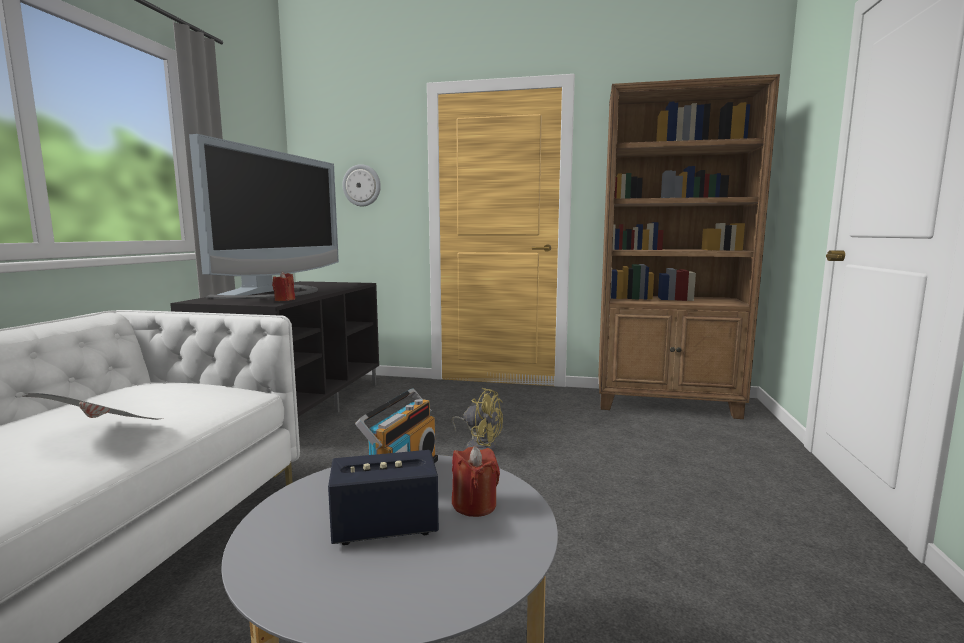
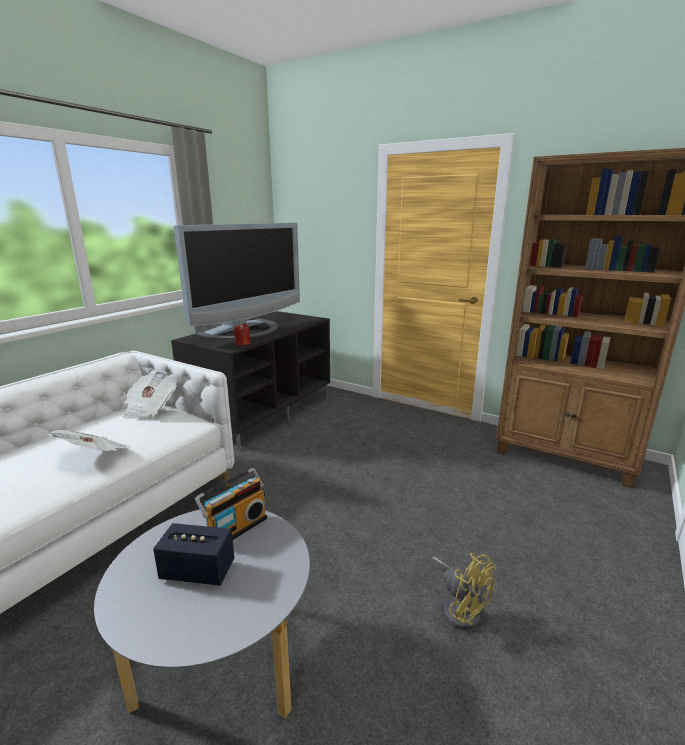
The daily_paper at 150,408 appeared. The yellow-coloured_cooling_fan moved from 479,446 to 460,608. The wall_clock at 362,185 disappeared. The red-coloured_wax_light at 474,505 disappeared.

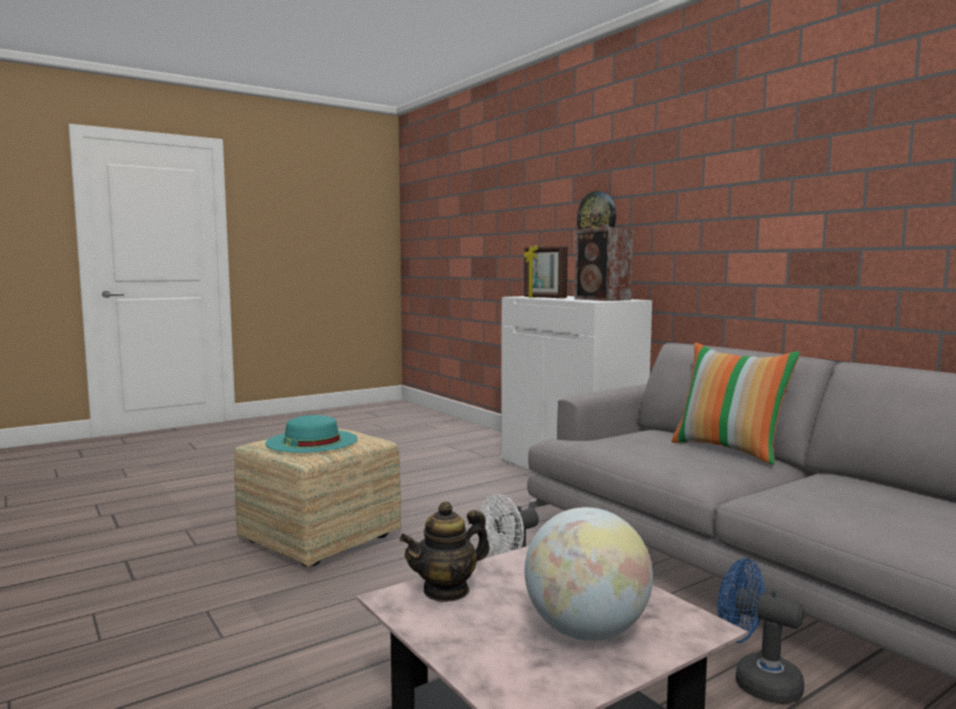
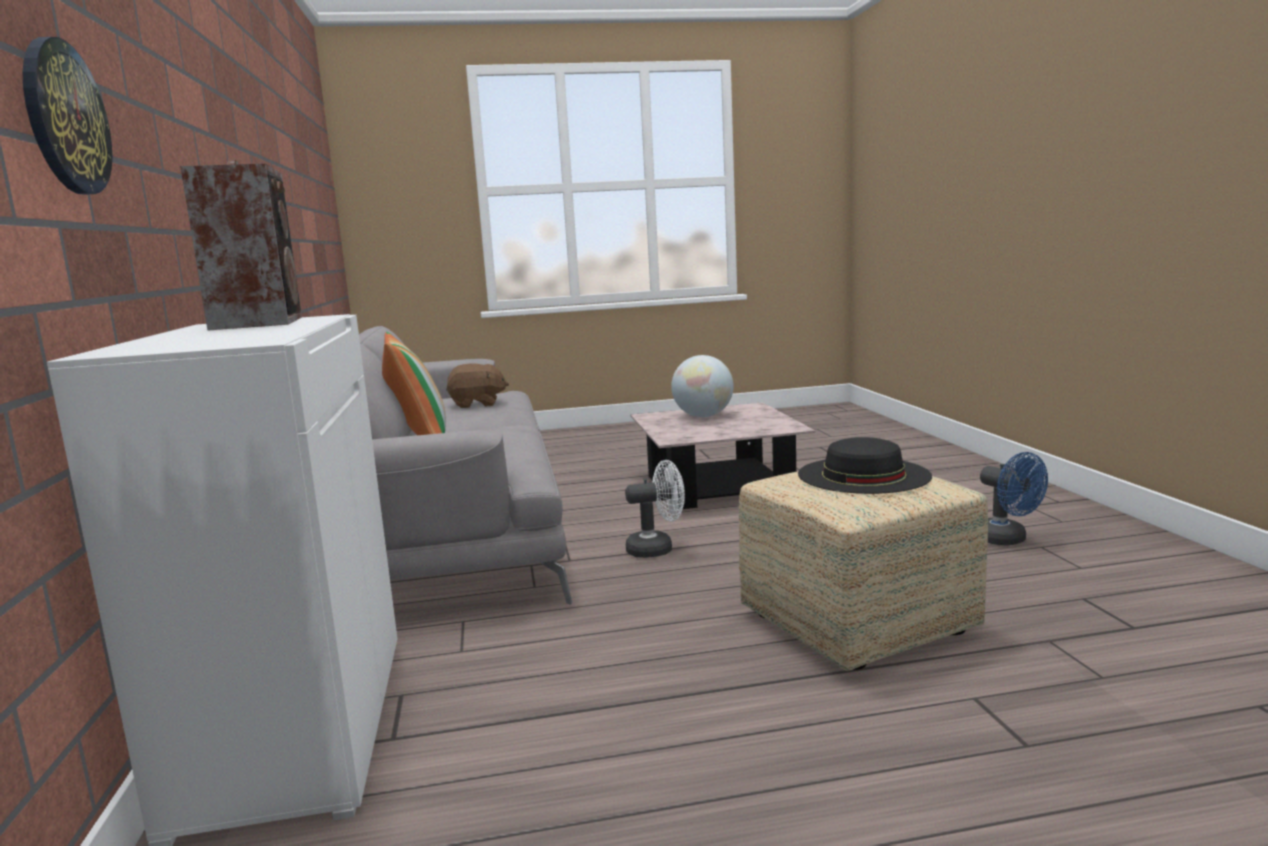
The brown-coloured_plush_toy at 477,404 appeared. The blue-green_wearable_hat at 312,441 became the blackish_wearable_hat at 863,475. The blue-coloured_cooling_fan moved from 756,681 to 1007,540. The teapot at 446,591 disappeared. The picture_frame at 544,298 disappeared.

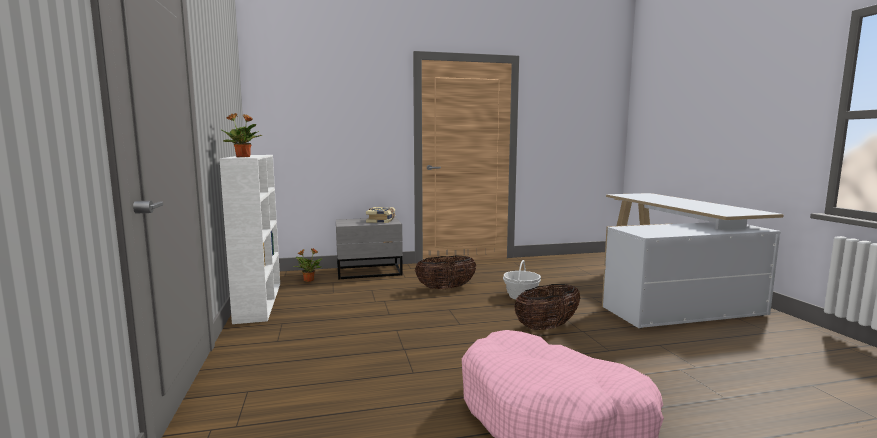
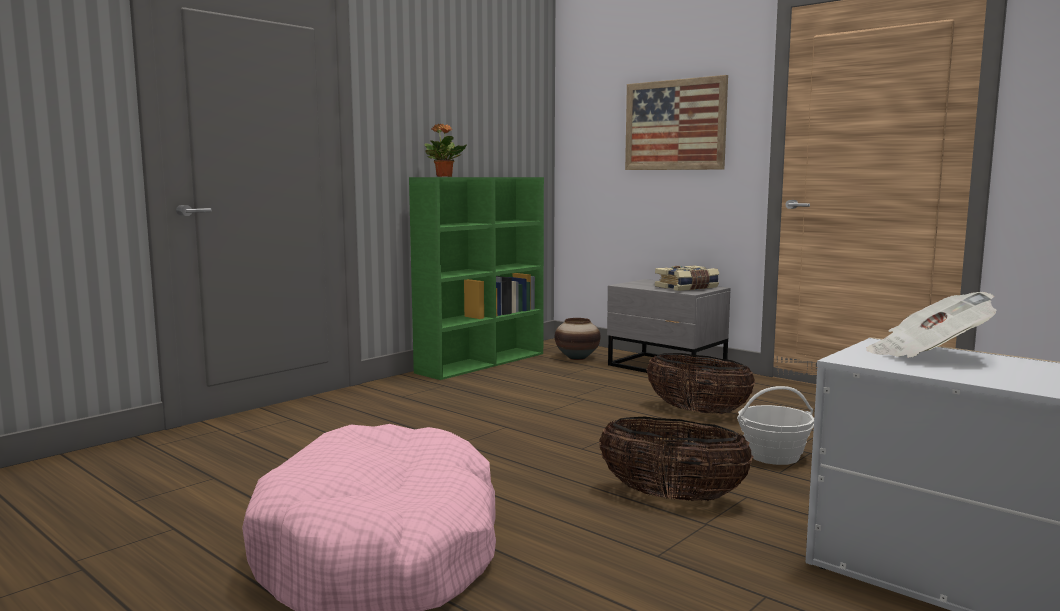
The whitish_bookcase at 259,301 became the green-coloured_bookcase at 482,362. The plant_in_a_pot at 308,280 was replaced by the flower_vase at 577,358. The picture at 674,125 appeared. The daily_paper at 927,354 appeared.

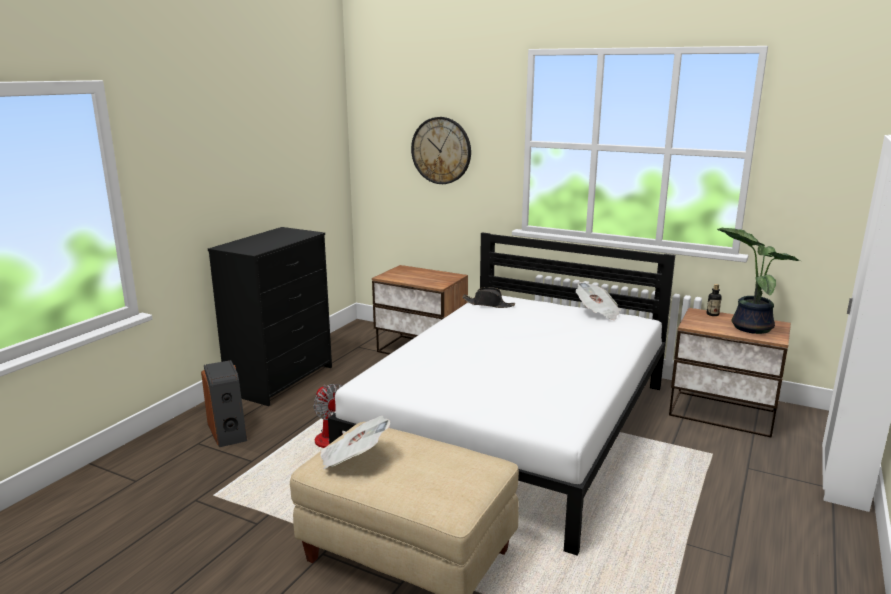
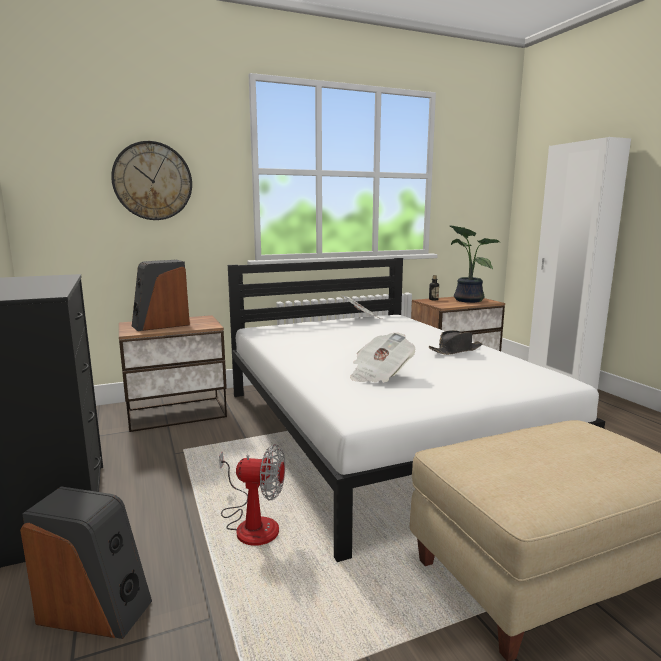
The loudspeaker at 161,325 appeared. The daily_paper moved from 353,459 to 379,375. The blackish_wearable_hat moved from 488,304 to 455,350.

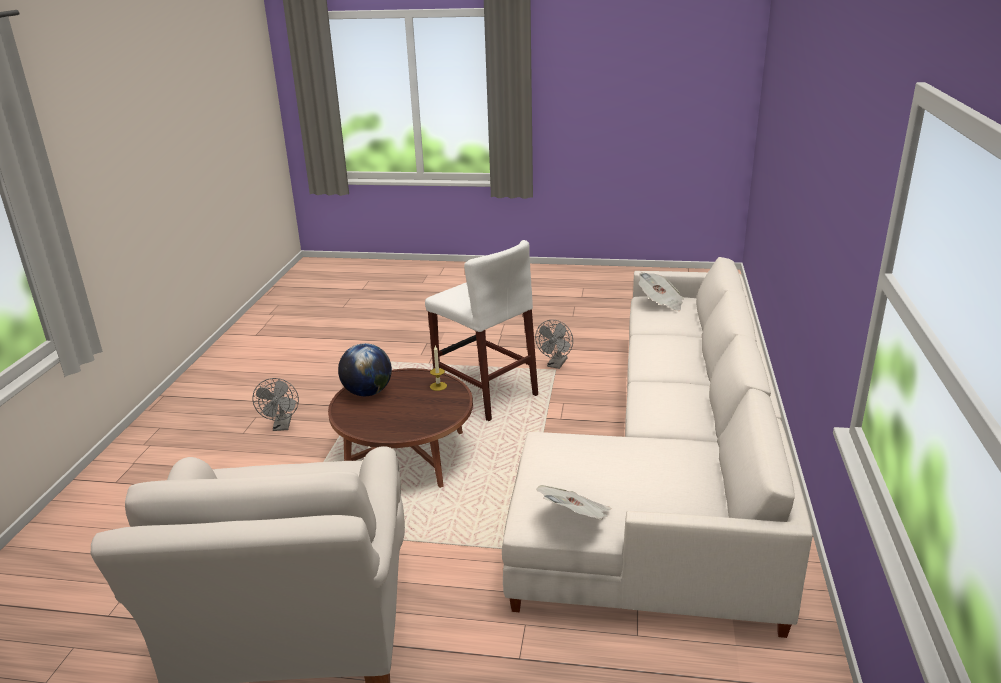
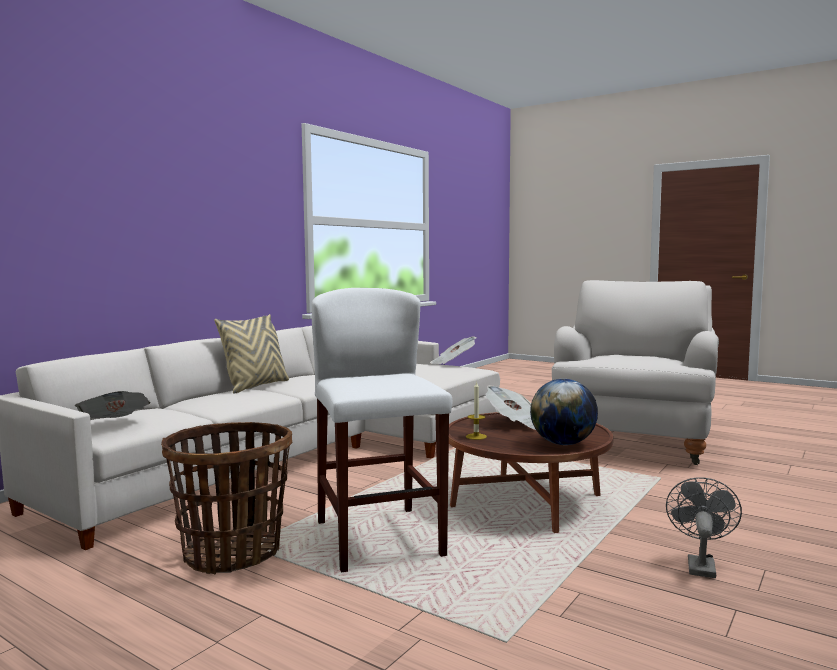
The grey_cooling_fan at 556,365 was replaced by the household_basket at 232,553. The sand-coloured_throw_pillow at 255,386 appeared. The daily_paper at 515,424 appeared.

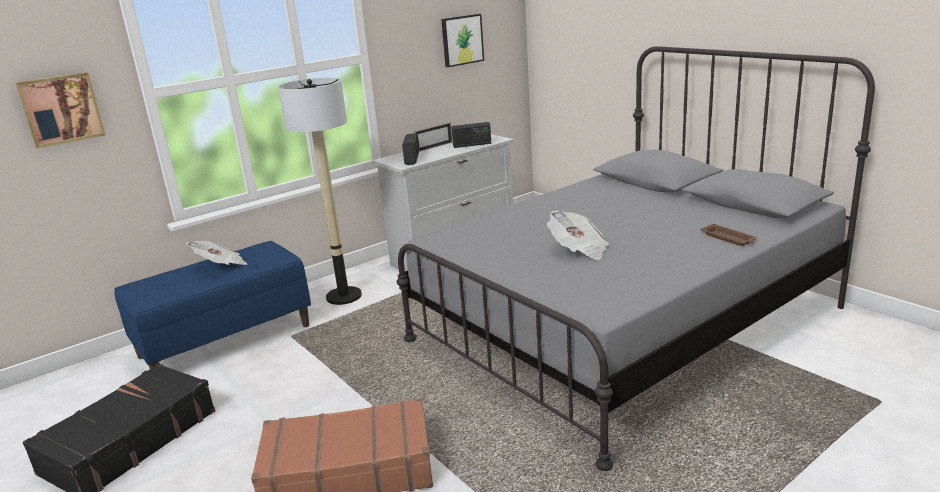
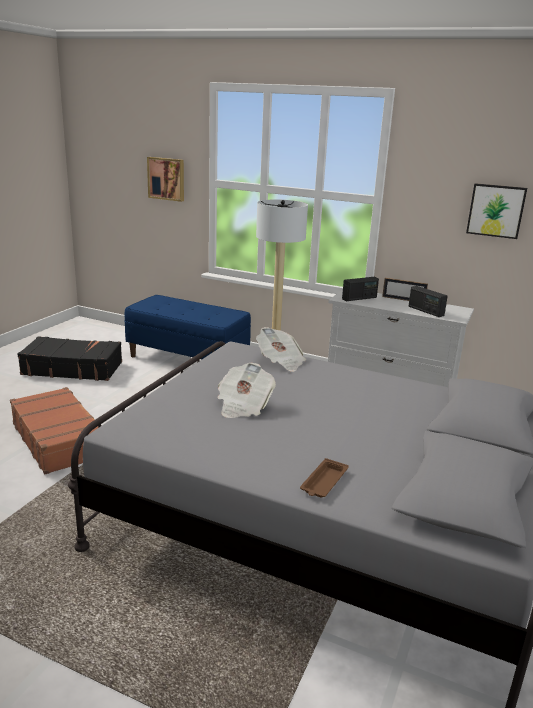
The daily_paper moved from 221,266 to 280,362.

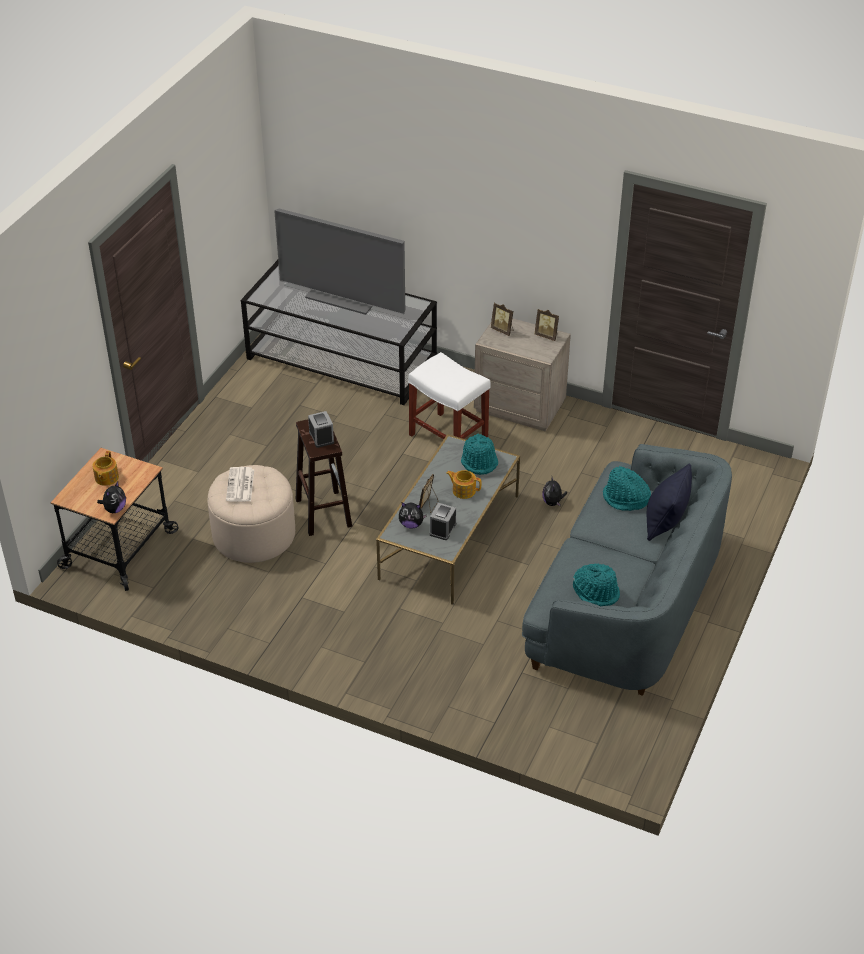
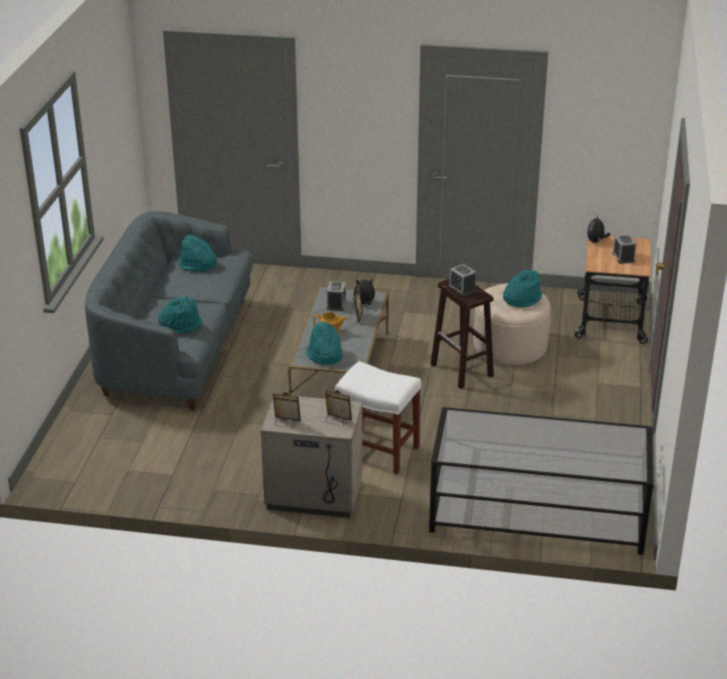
The daily_paper at 240,485 was replaced by the blue-green_wearable_hat at 522,299. The teapot at 106,478 was replaced by the bedside_clock at 623,257. The TV at 343,297 disappeared. The plush_toy at 553,502 disappeared. The blackish_throw_pillow at 665,522 disappeared.

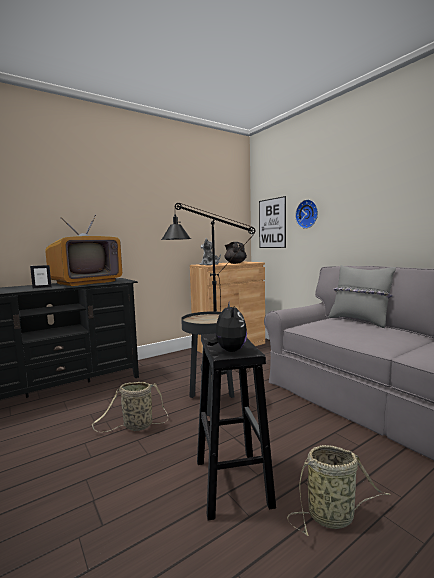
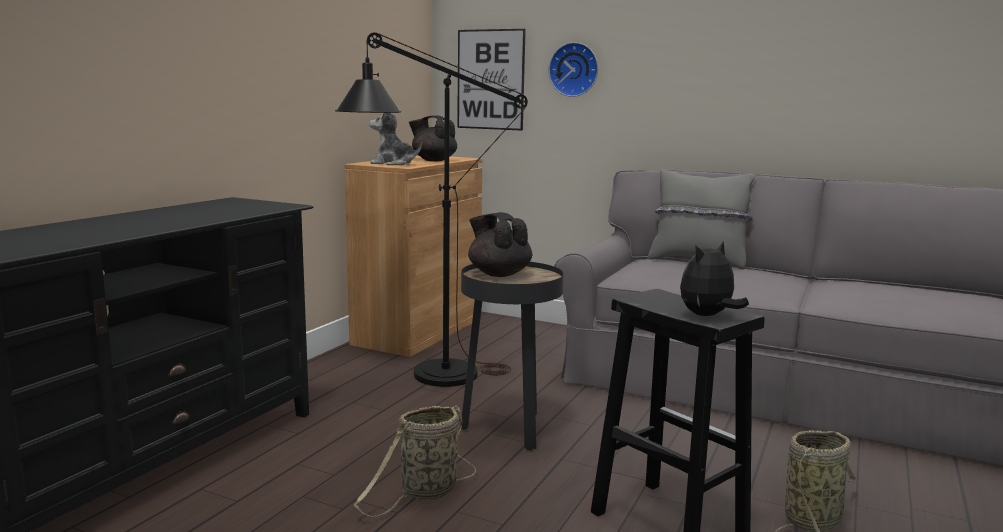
The blackish_teapot at 499,274 appeared. The plush_toy at 228,351 turned 90 degrees counterclockwise. The picture_frame at 42,287 disappeared. The TV at 86,282 disappeared.

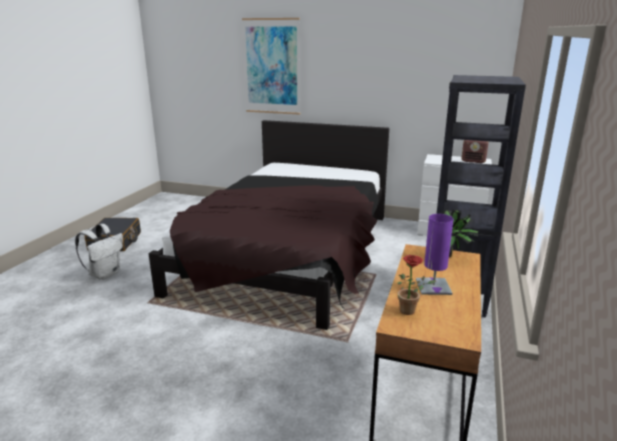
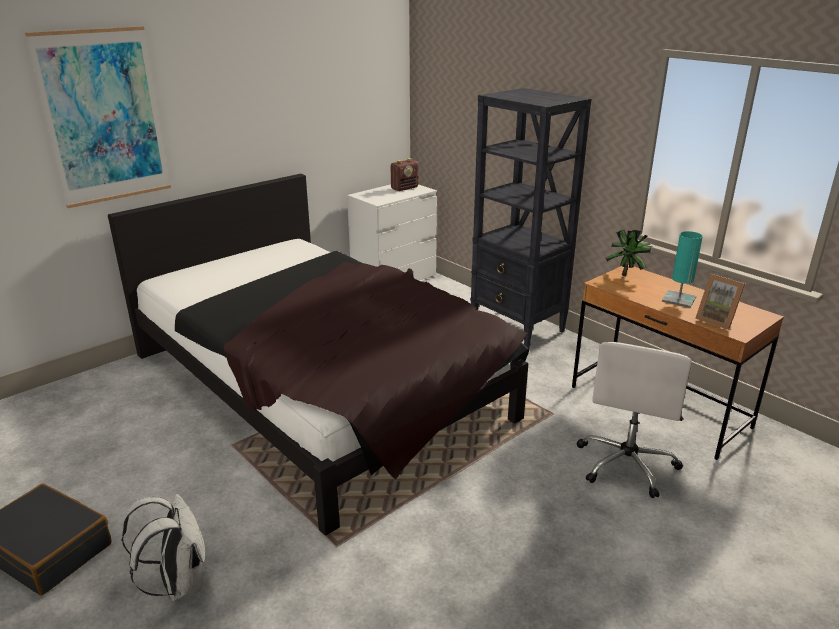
The whitish_office_chair at 627,464 appeared. The purple_lamp_for_a_table at 433,287 became the blue-green_lamp_for_a_table at 679,299. The plant_in_a_pot at 410,311 was replaced by the picture_frame at 717,320.

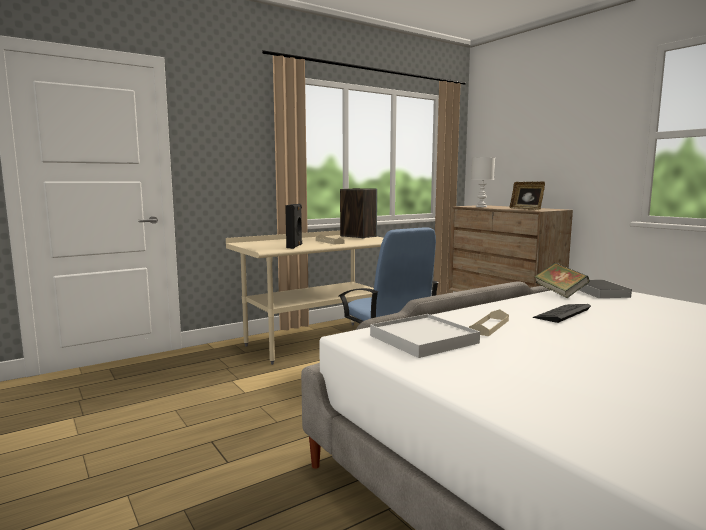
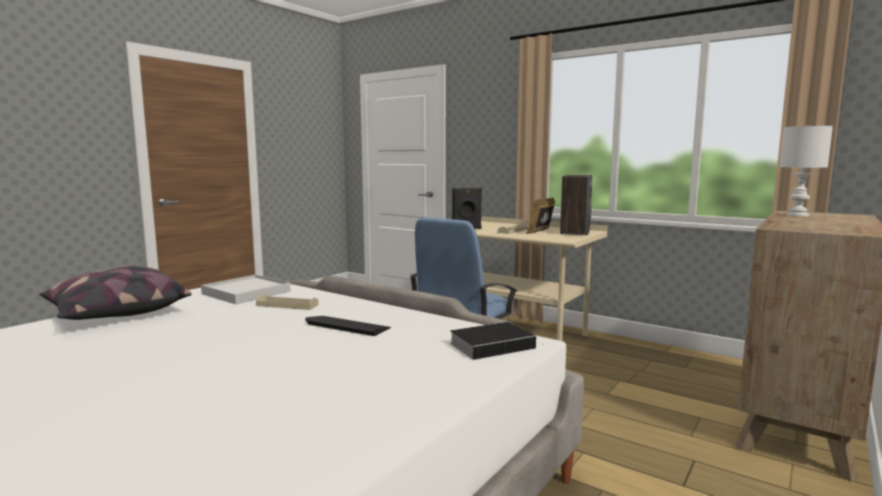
The throw_pillow at 116,315 appeared. The picture_frame moved from 526,209 to 541,232. The volume at 560,293 disappeared.

